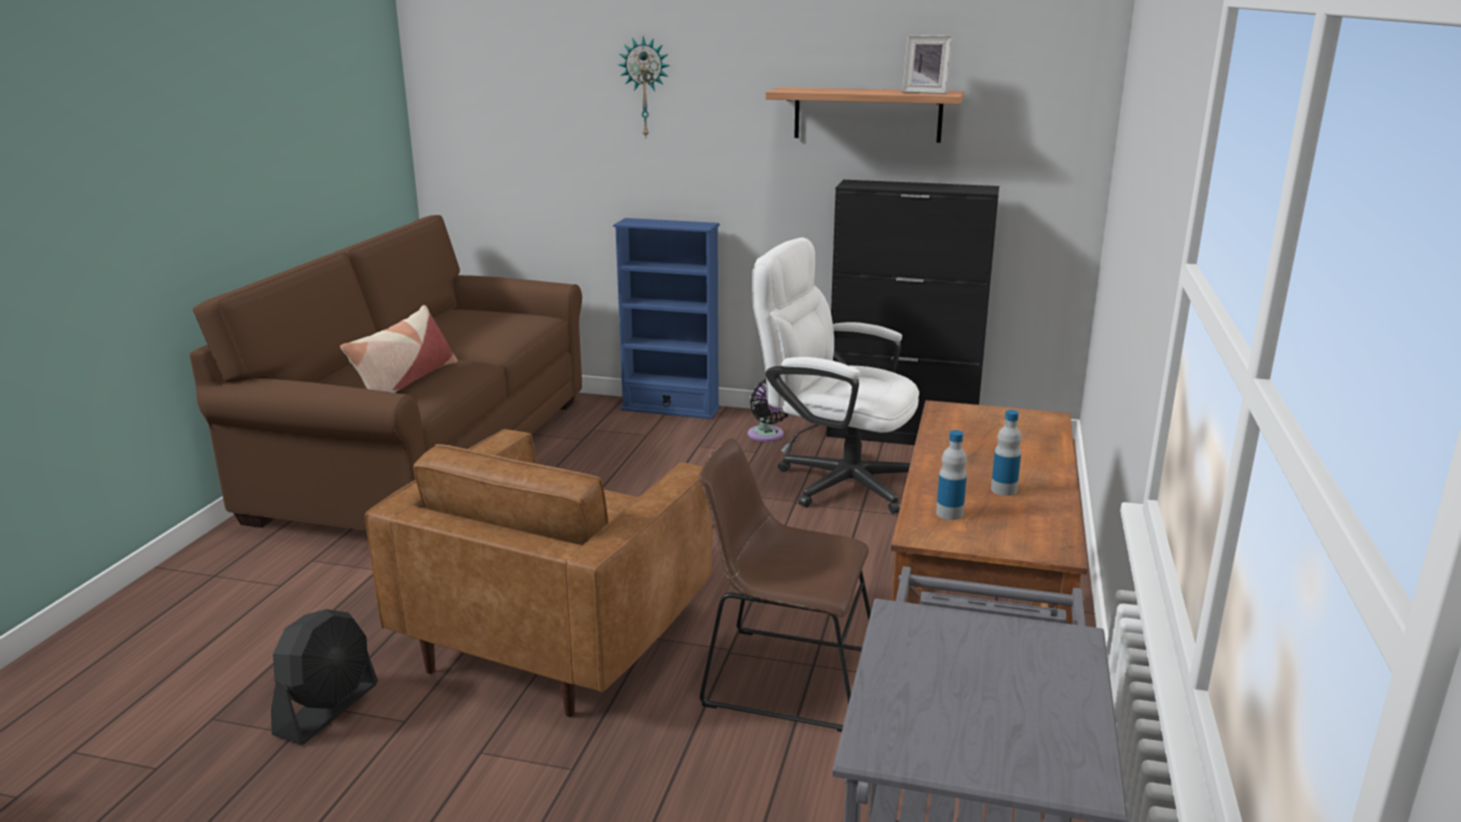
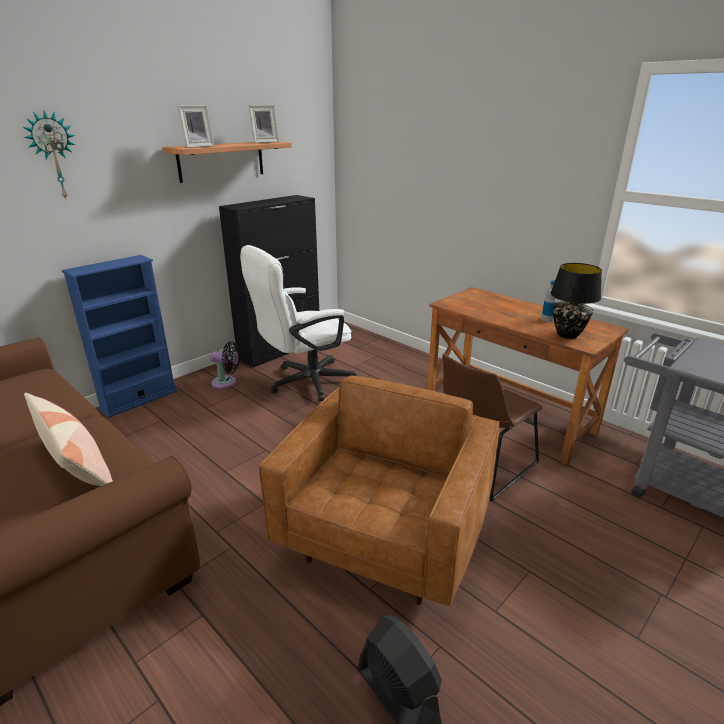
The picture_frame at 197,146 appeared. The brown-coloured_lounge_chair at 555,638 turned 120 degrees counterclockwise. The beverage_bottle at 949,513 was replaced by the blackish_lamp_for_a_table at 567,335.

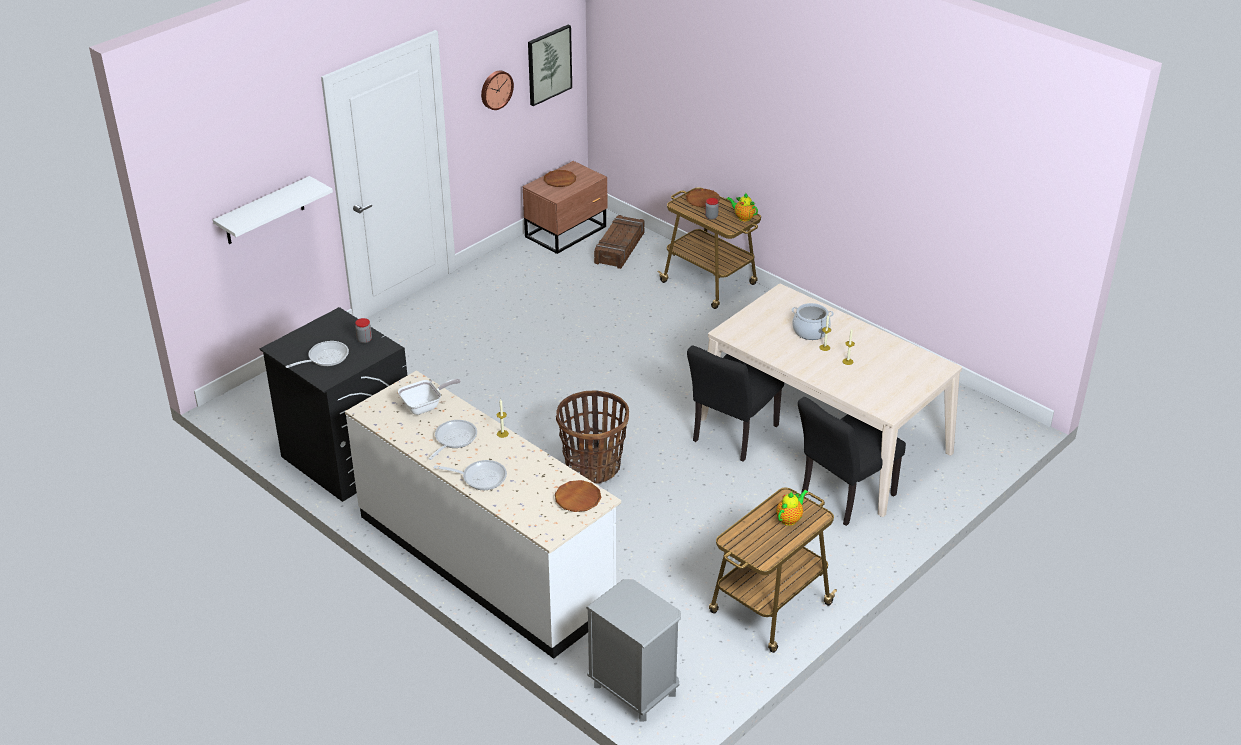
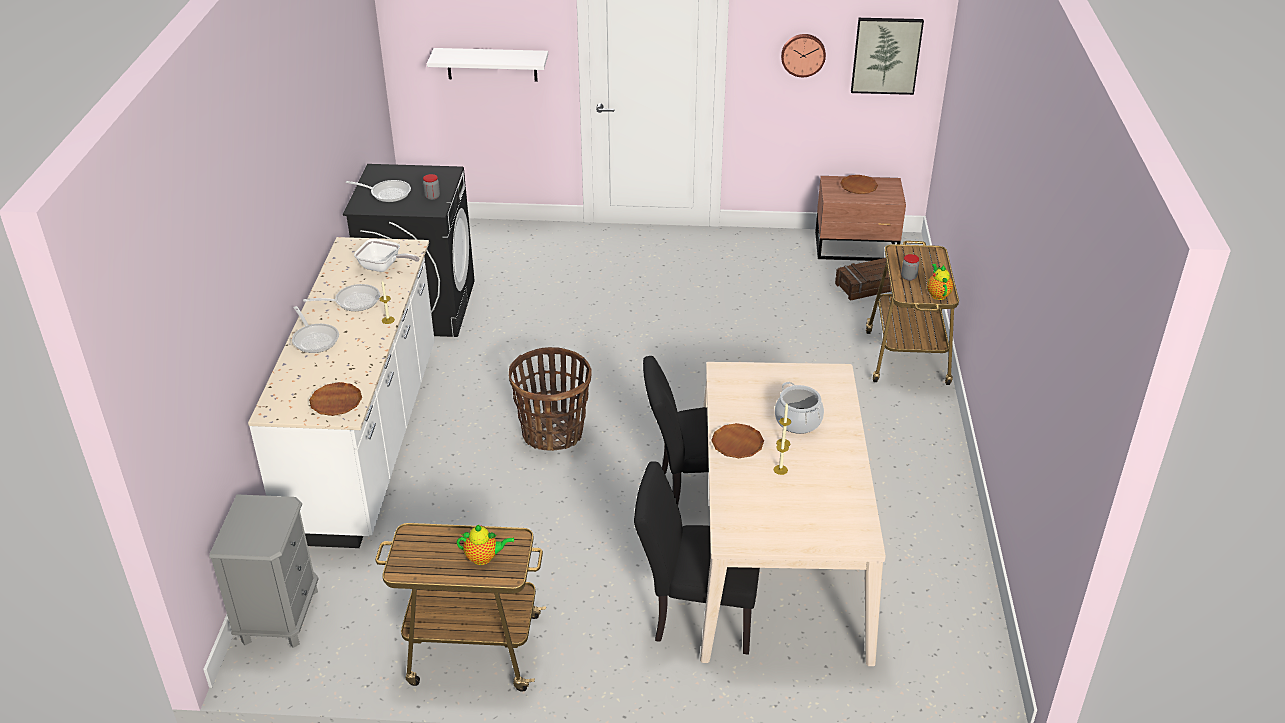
The brown-coloured_flat_dish moved from 702,200 to 737,444.

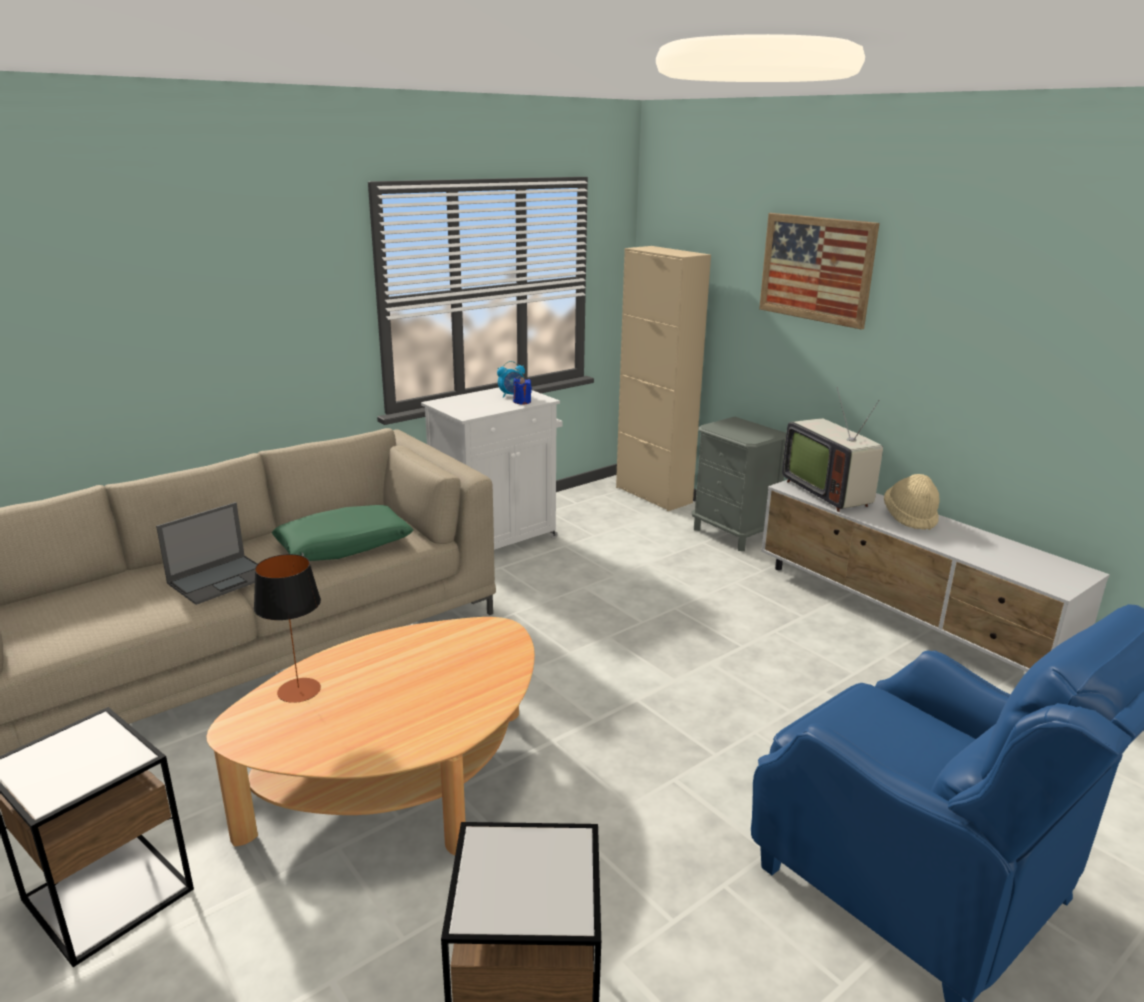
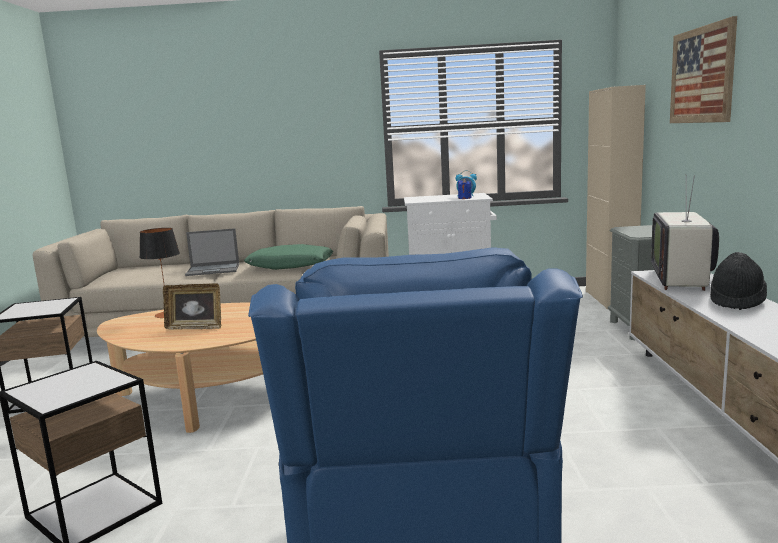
The picture_frame at 195,327 appeared. The sand-coloured_wearable_hat at 910,517 became the blackish_wearable_hat at 736,301.

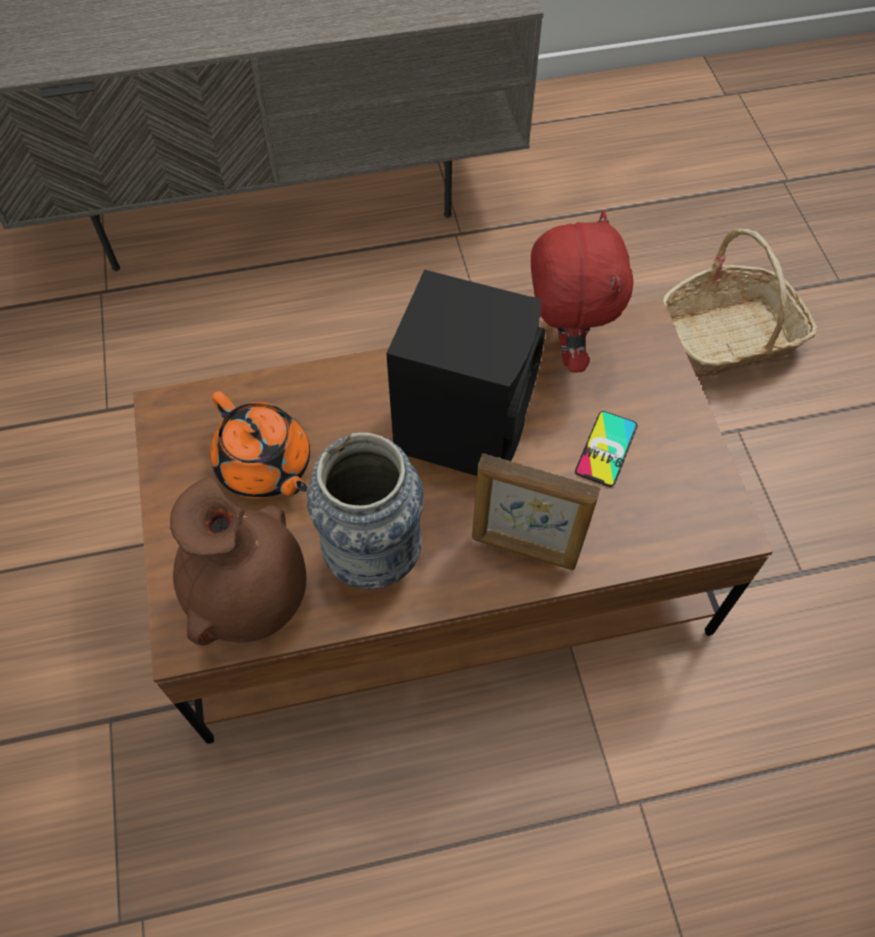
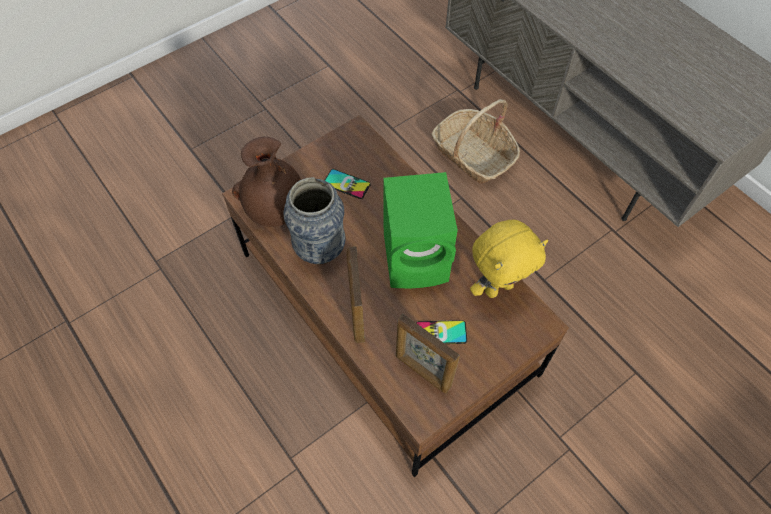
The orange_teapot at 265,466 was replaced by the telephone at 346,184. The blackish_loudspeaker at 465,424 became the green-coloured_loudspeaker at 418,258. The picture_frame at 422,372 appeared. The household_basket moved from 729,337 to 473,155. The red-coloured_plush_toy at 564,348 became the yellow-coloured_plush_toy at 498,287.

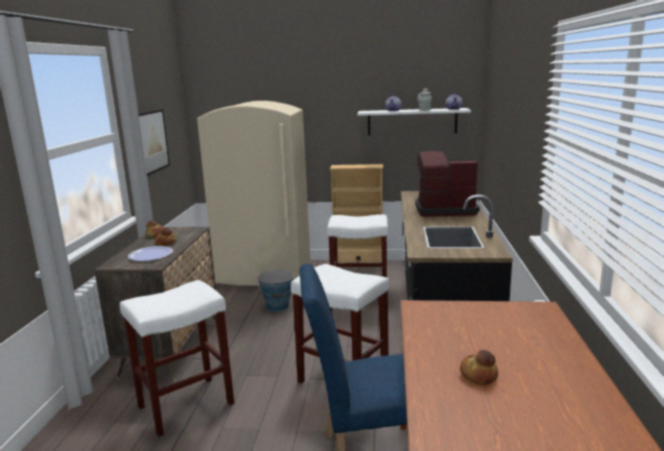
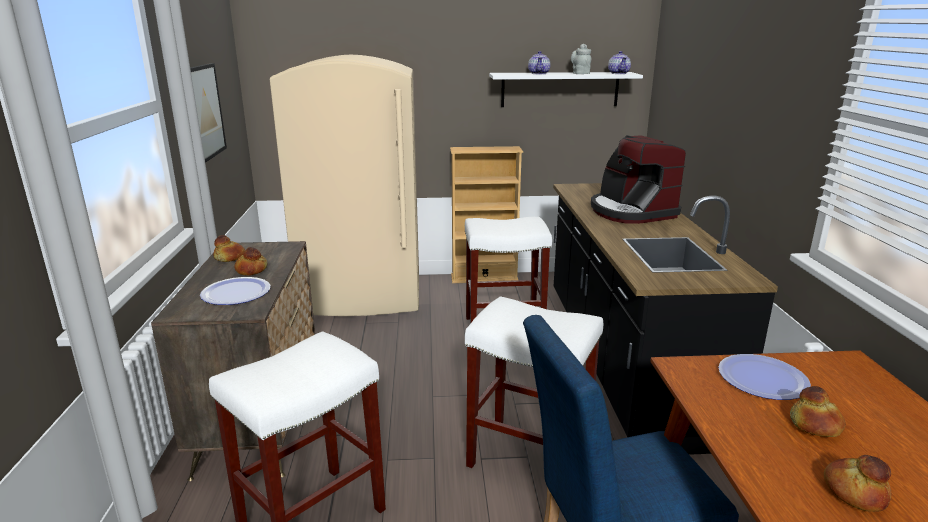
The coffee_machine at 444,209 turned 105 degrees counterclockwise. The flat_dish at 762,378 appeared. The baked_bread at 814,425 appeared. The bucket at 277,306 disappeared.

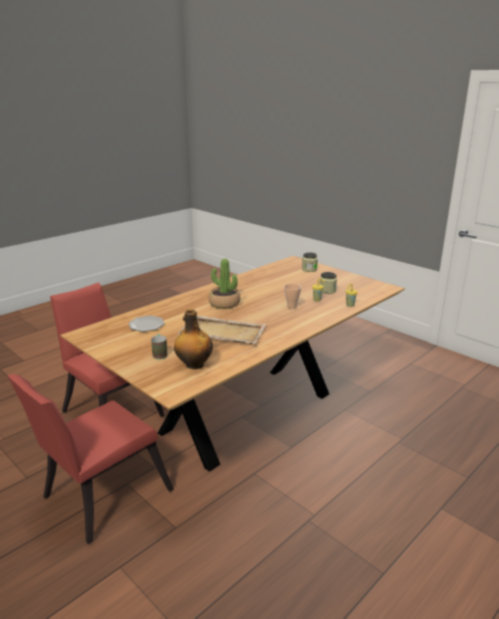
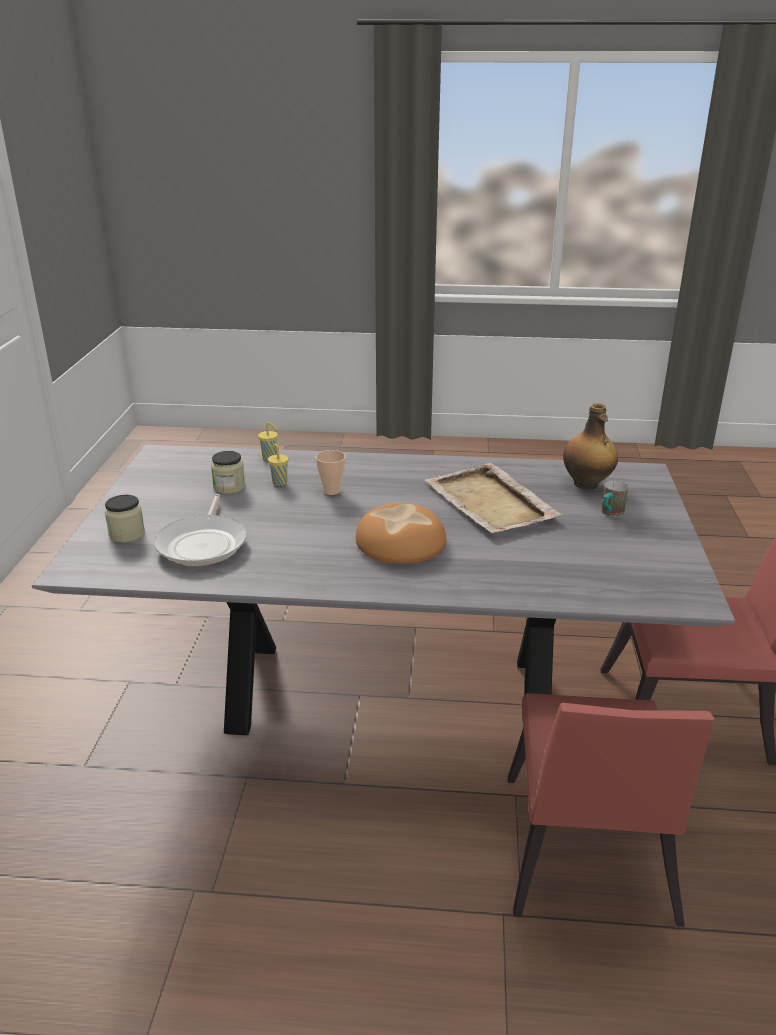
The brown-coloured_kitchen_table at 249,412 became the grey_kitchen_table at 388,695. The skillet at 204,544 appeared. The plant_in_a_pot at 224,304 was replaced by the baked_bread at 401,542. The flat_dish at 147,325 disappeared.

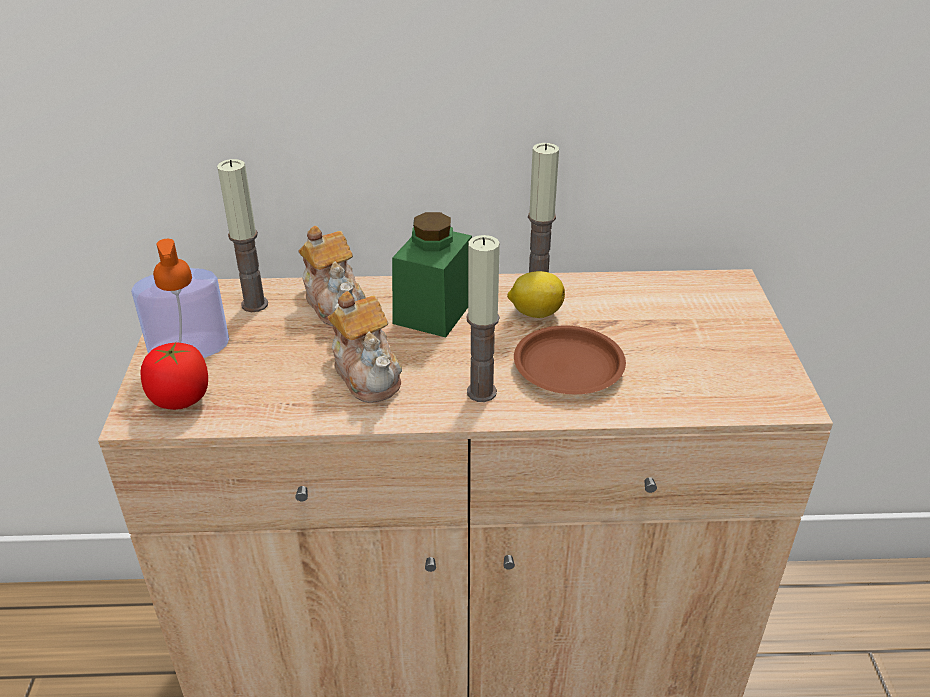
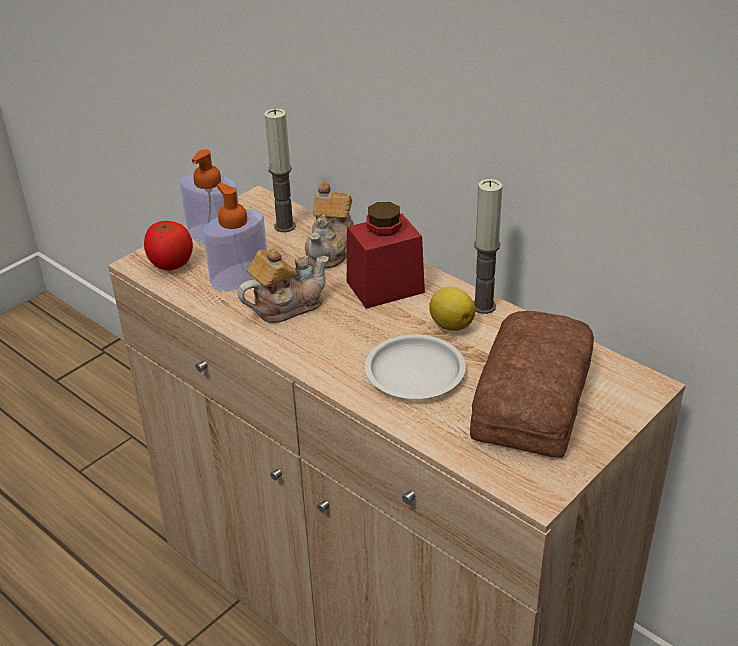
The soap_bottle at 240,276 appeared. The teapot at 368,374 turned 135 degrees counterclockwise. The green-coloured_storage_jar at 434,311 became the red-coloured_storage_jar at 385,287. The brown-coloured_flat_dish at 569,366 became the whitish_flat_dish at 416,373. The baked_bread at 536,397 appeared. The wax_light at 481,392 disappeared.

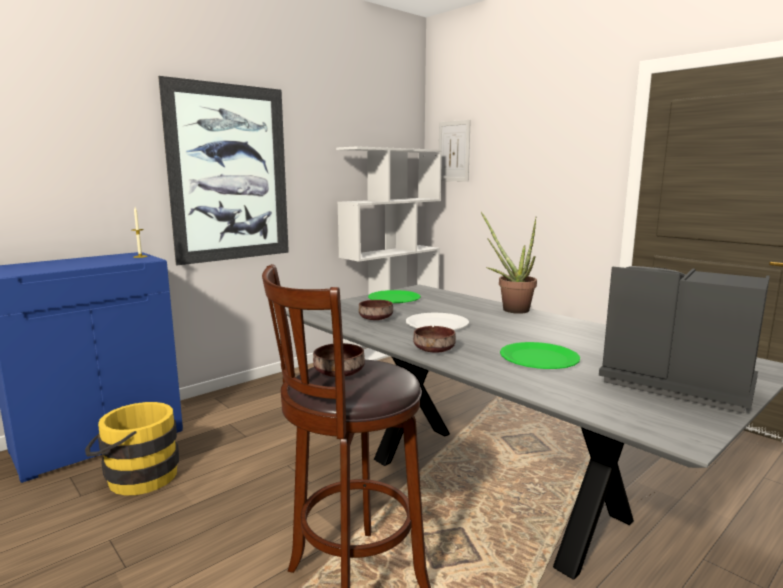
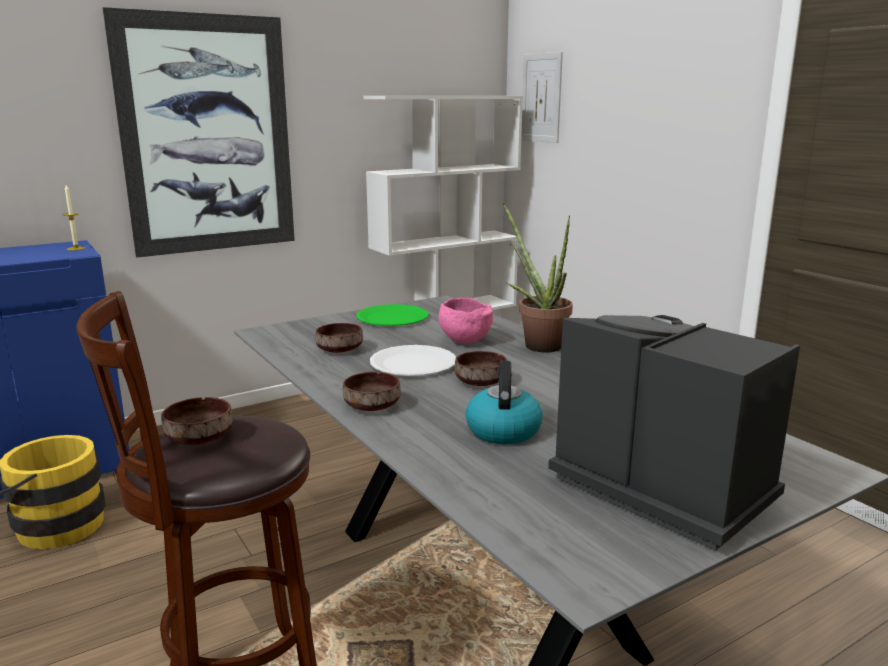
The pinkish_bowl at 463,341 appeared. The brown-coloured_bowl at 479,382 appeared. The green-coloured_flat_dish at 539,358 was replaced by the water_kettle at 503,430.

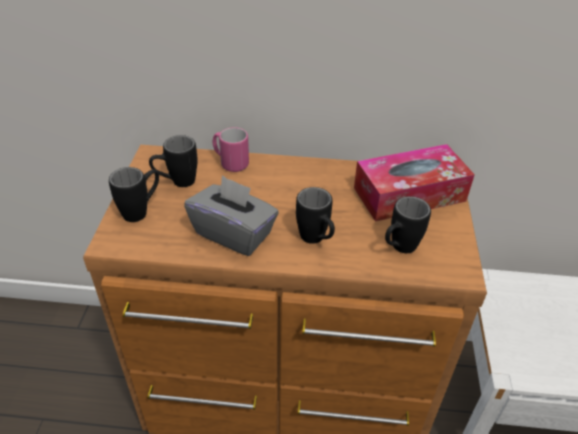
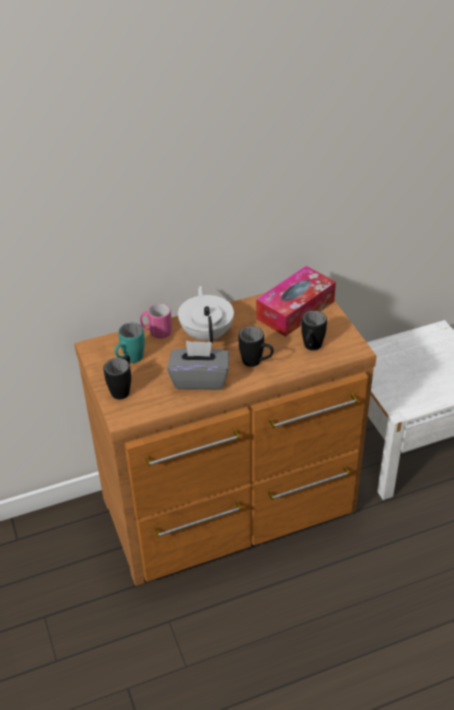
The blackish_tea_mug at 176,182 became the blue-green_tea_mug at 130,360. The whitish_teapot at 207,334 appeared.

